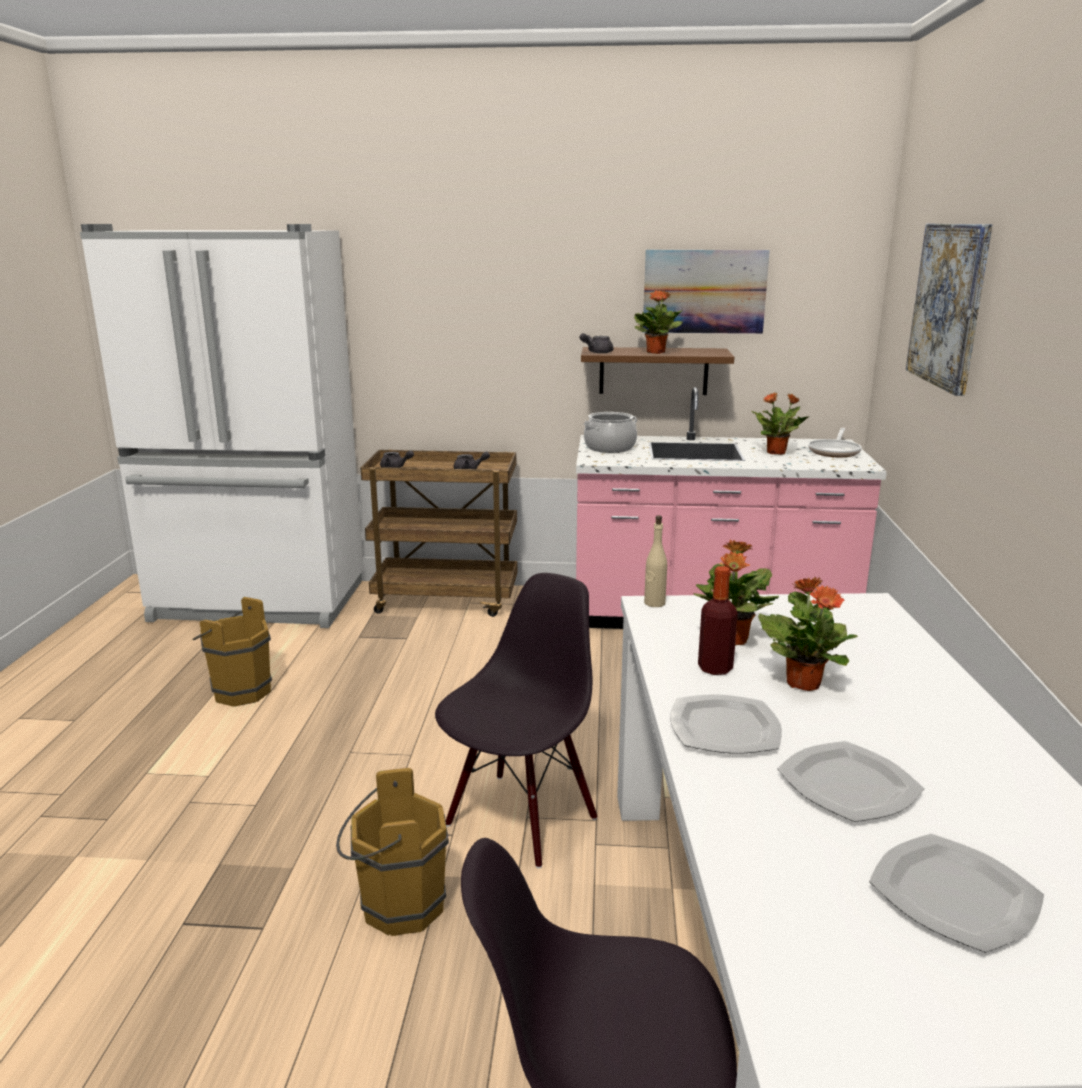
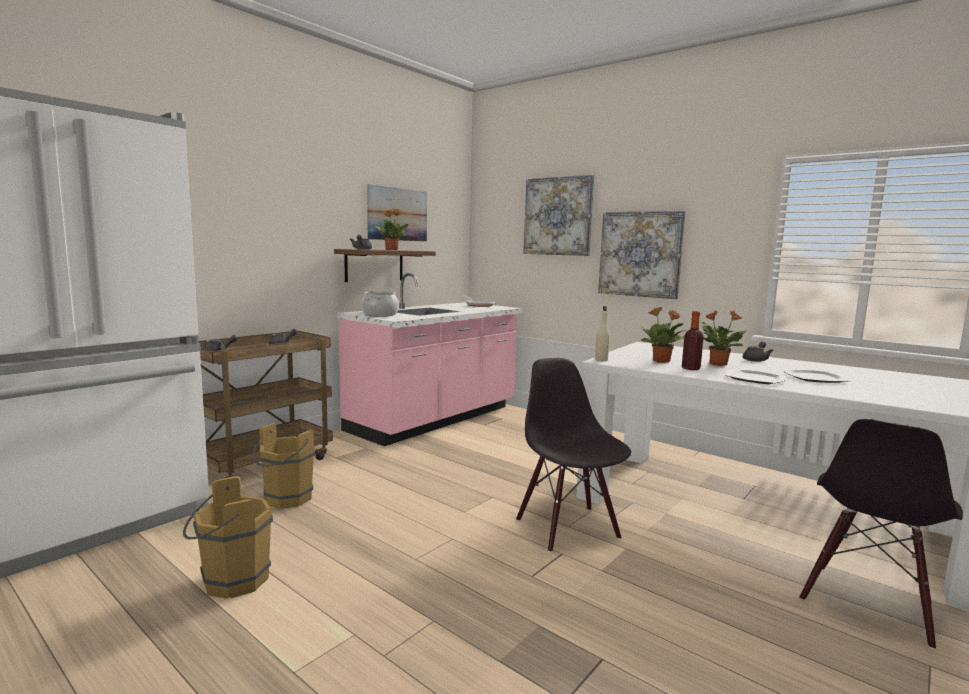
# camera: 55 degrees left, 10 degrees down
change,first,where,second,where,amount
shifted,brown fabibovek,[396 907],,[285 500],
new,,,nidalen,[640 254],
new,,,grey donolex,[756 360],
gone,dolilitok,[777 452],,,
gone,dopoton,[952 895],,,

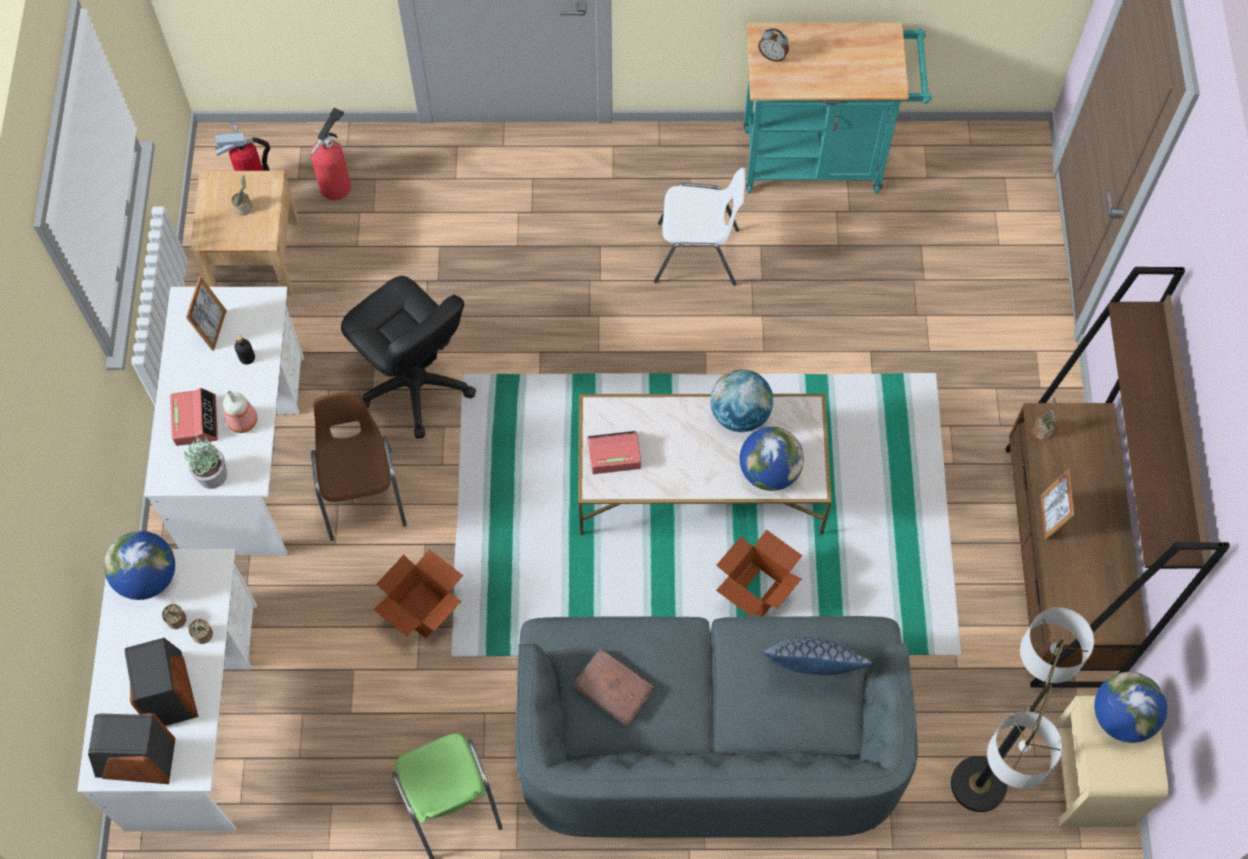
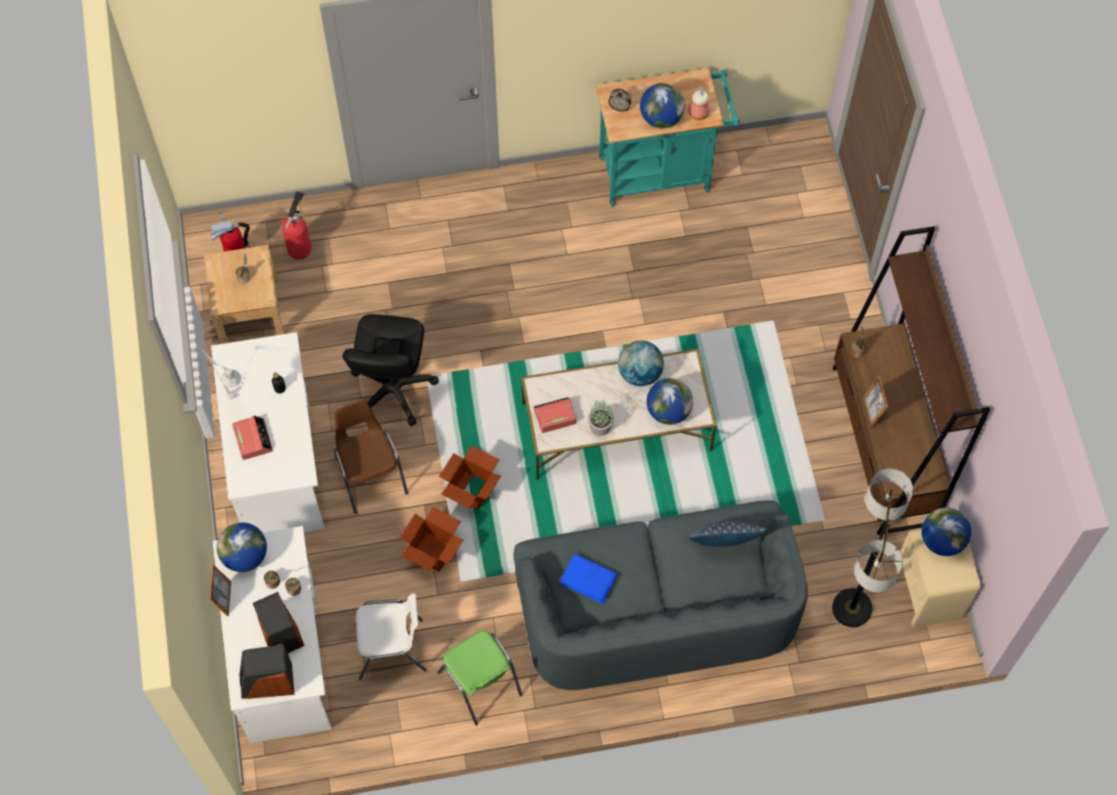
# camera: 10 degrees left, 0 degrees up
change,first,where,second,where,amount
new,,,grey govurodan,[226 392],
shifted,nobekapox,[213 329],,[224 599],
rotated,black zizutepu,[415 385],,[392 389],60 degrees clockwise
shifted,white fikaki,[697 255],,[391 648],
shifted,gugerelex,[756 590],,[472 490],
repainted,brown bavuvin,[614 688],blue bavuvin,[588 580],
shifted,dolilitok,[212 474],,[600 426],
new,,,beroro,[661 118],
shifted,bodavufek,[242 420],,[698 112],

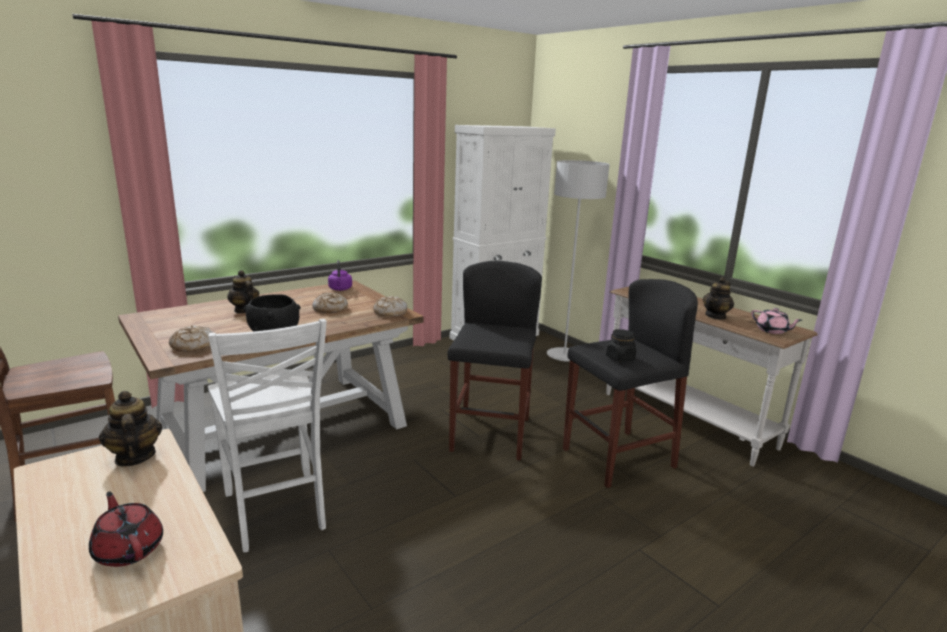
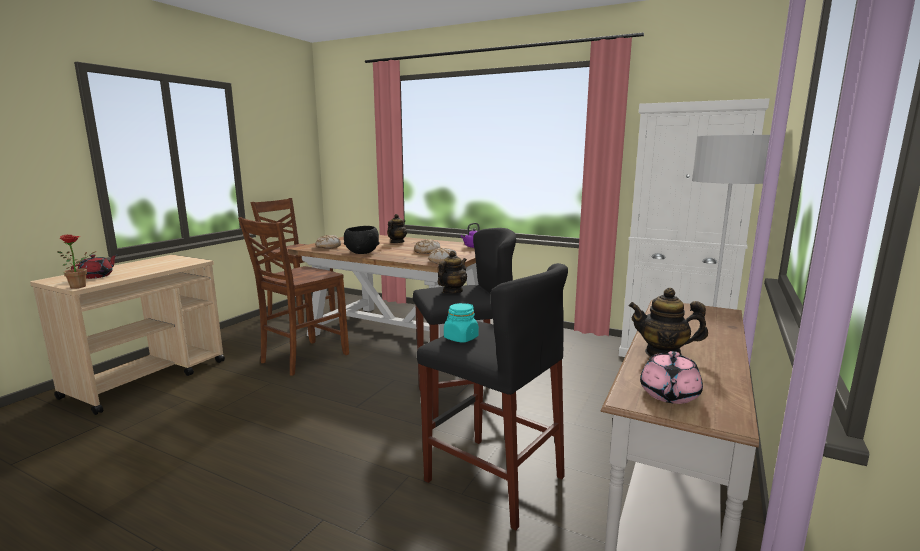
# camera: 65 degrees right, 5 degrees down
change,first,where,second,where,amount
new,,,dolilitok,[82 286],
repainted,white fikaki,[276 512],brown fikaki,[302 358],
shifted,donolex,[134 457],,[452 291],
repainted,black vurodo,[620 358],turquoise vurodo,[461 338],

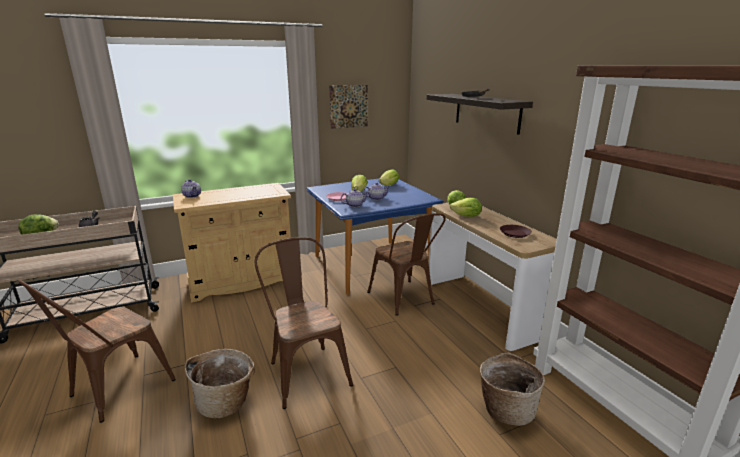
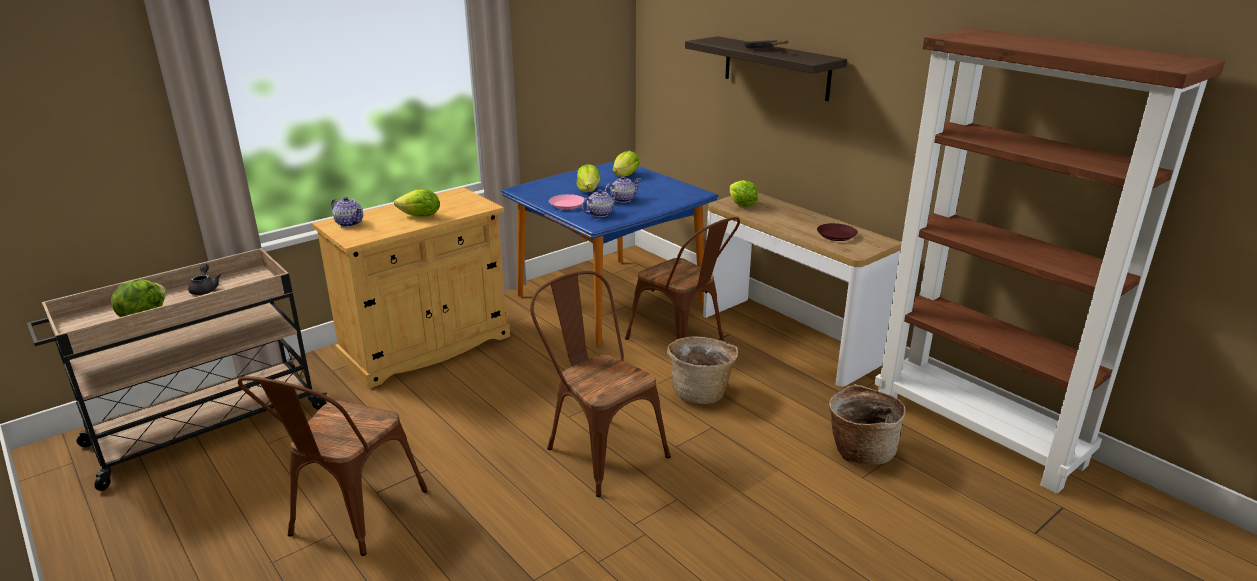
# camera: 15 degrees left, 5 degrees up
change,first,where,second,where,amount
shifted,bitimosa,[466 216],,[420 216],
shifted,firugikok,[226 402],,[701 392],
gone,nidalen,[349 106],,,

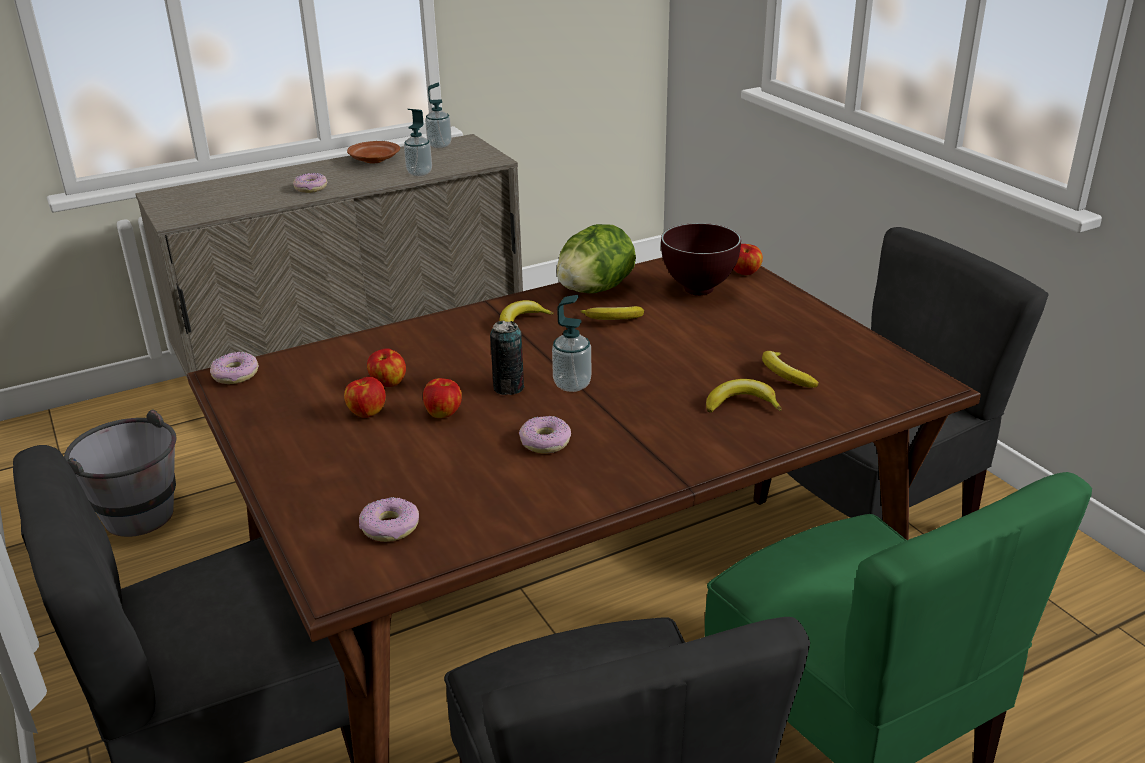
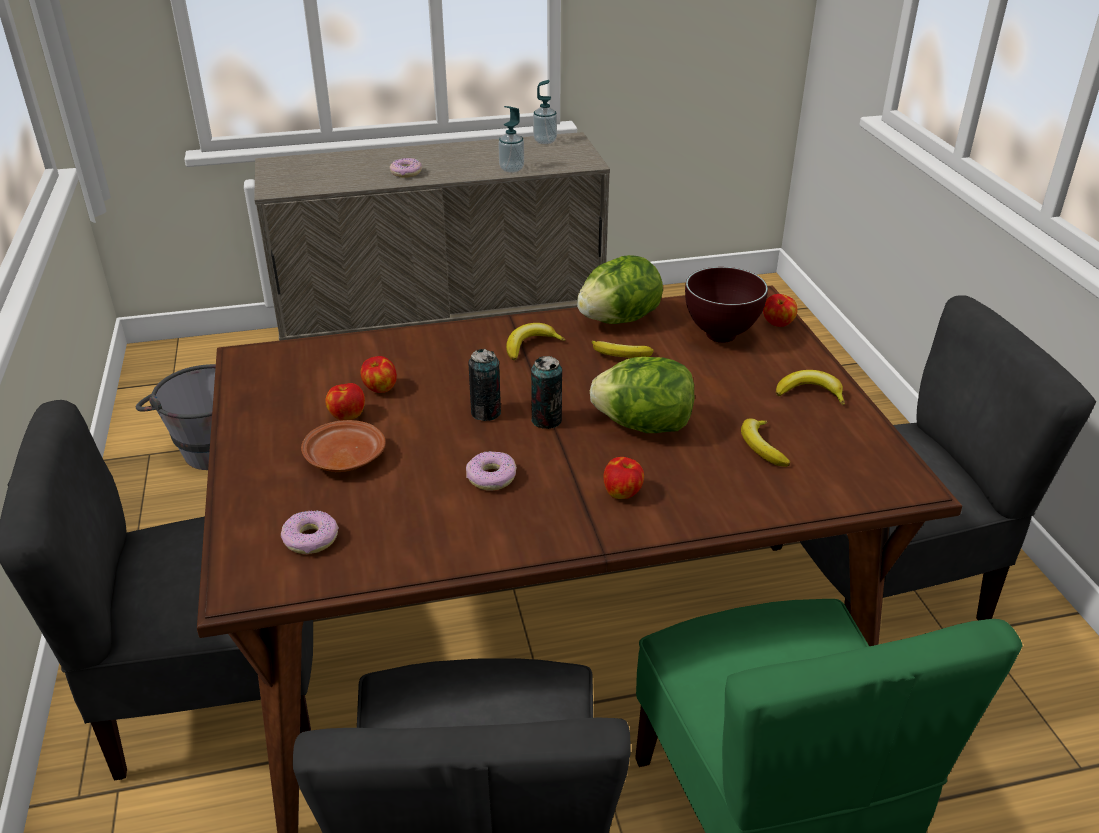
# camera: 15 degrees right, 5 degrees up
change,first,where,second,where,amount
shifted,brown dopoton,[373 160],,[344 458],
swapped,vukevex,[572 385],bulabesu,[546 420],
new,,,bitimosa,[644 426],
shifted,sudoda,[444 414],,[622 493],
shifted,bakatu,[741 404],,[810 393],
gone,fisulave,[236 375],,,

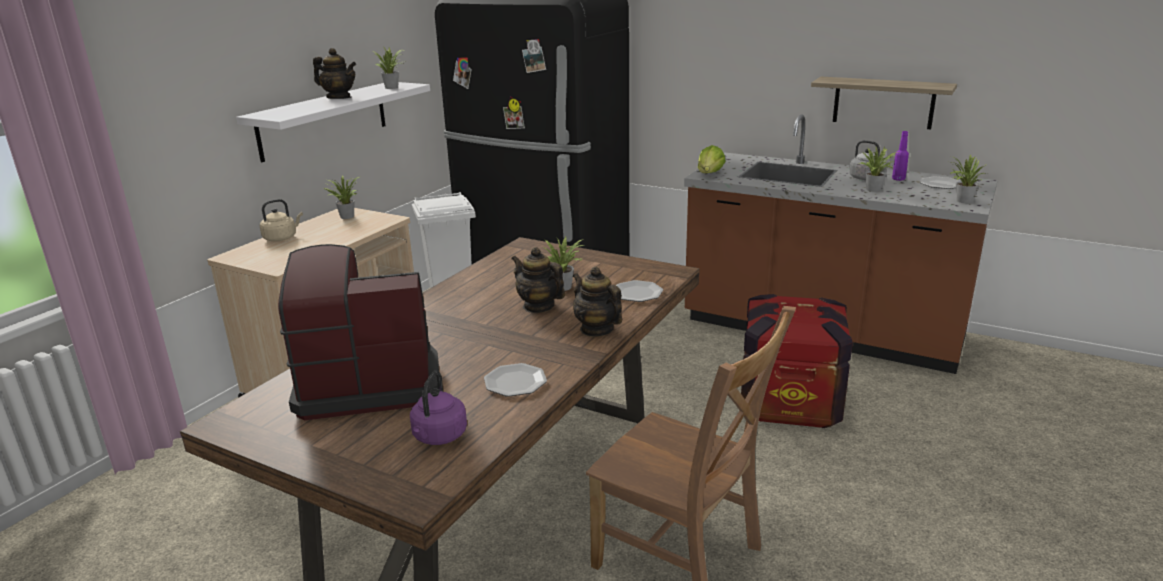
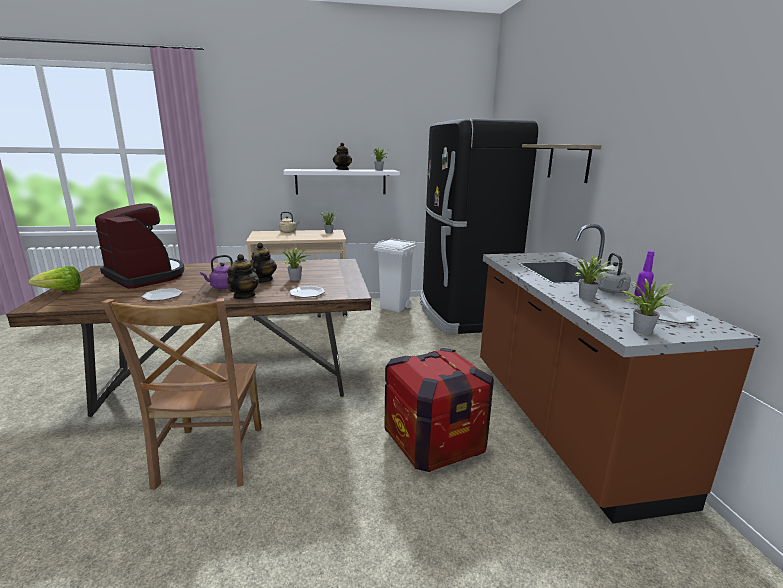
# camera: 50 degrees right, 5 degrees down
change,first,where,second,where,amount
shifted,bitimosa,[709 175],,[62 291],
shifted,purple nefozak,[438 437],,[223 287],
shifted,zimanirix,[883 102],,[568 162],

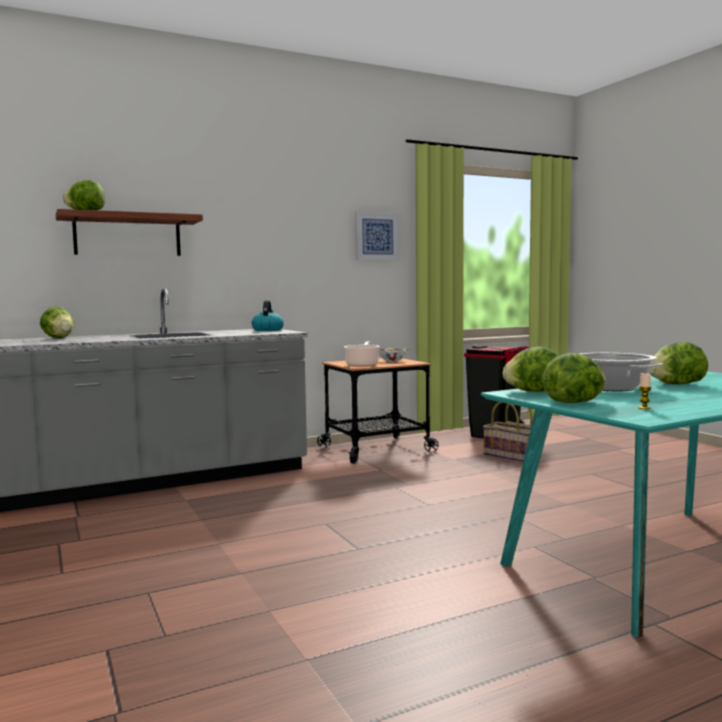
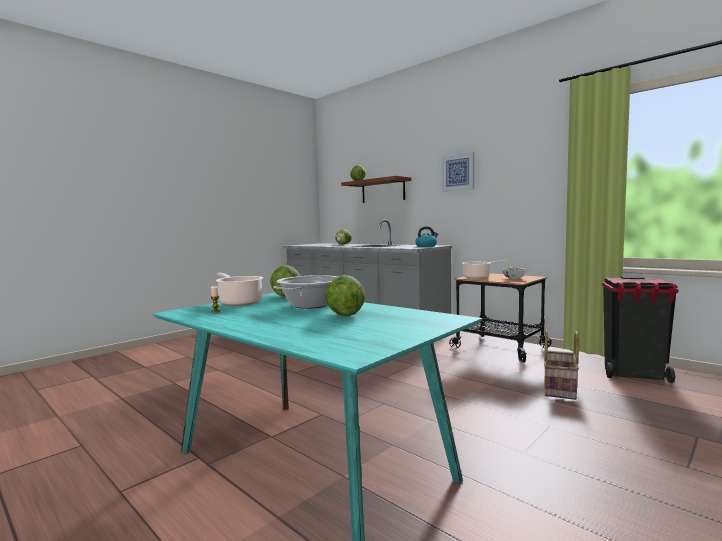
# camera: 70 degrees right, 0 degrees up
change,first,where,second,where,amount
swapped,bitimosa,[575 402],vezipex,[239 302],
shifted,nidalen,[376 236],,[458 172],

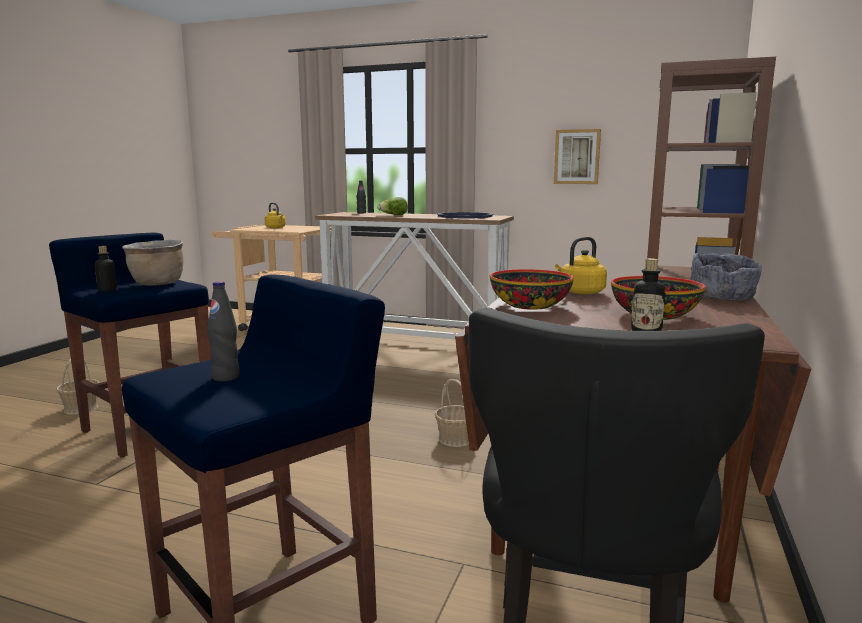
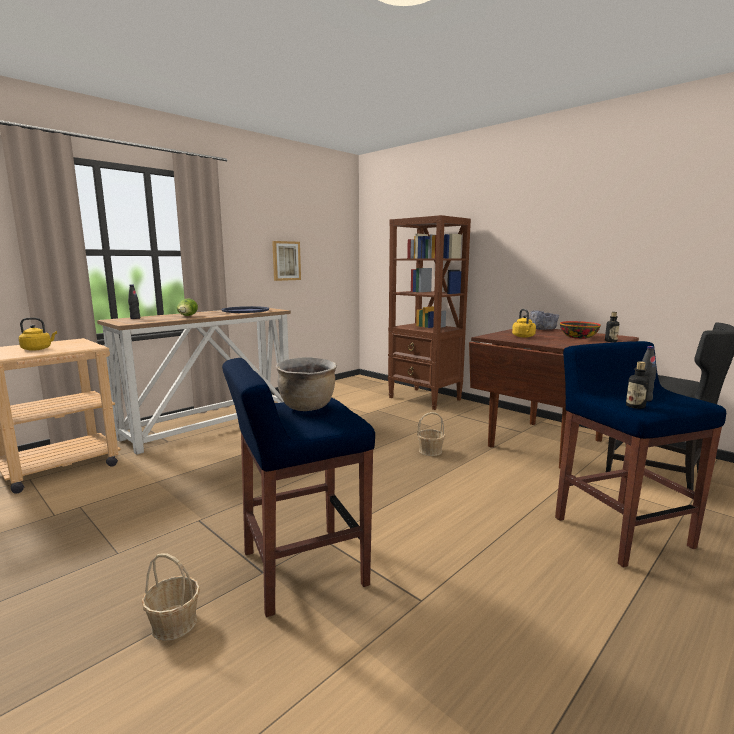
# camera: 65 degrees left, 0 degrees up
change,first,where,second,where,amount
shifted,bodavufek,[107 290],,[635 406],
gone,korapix,[530 305],,,

